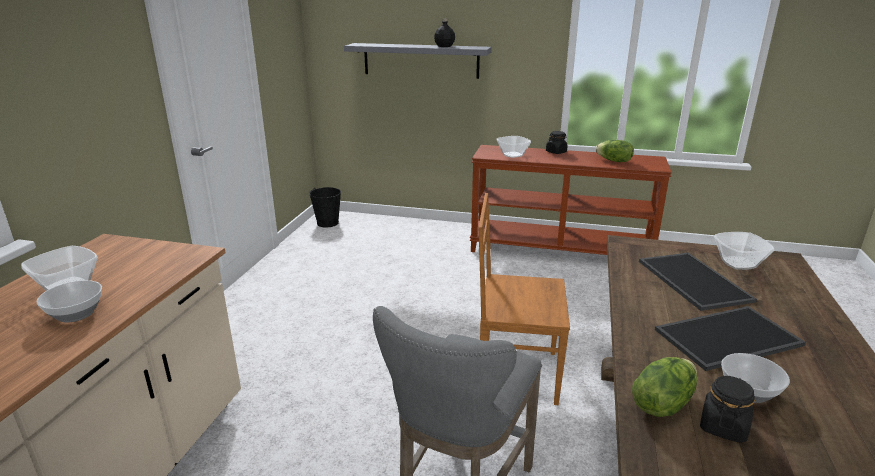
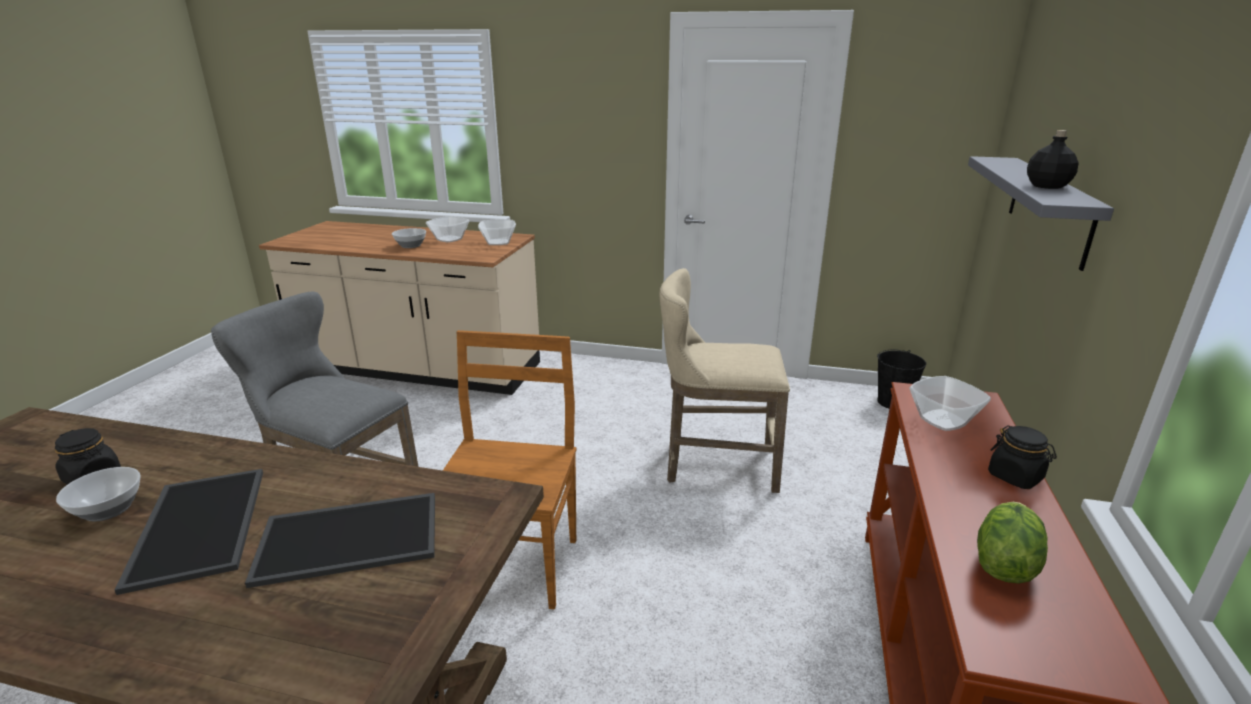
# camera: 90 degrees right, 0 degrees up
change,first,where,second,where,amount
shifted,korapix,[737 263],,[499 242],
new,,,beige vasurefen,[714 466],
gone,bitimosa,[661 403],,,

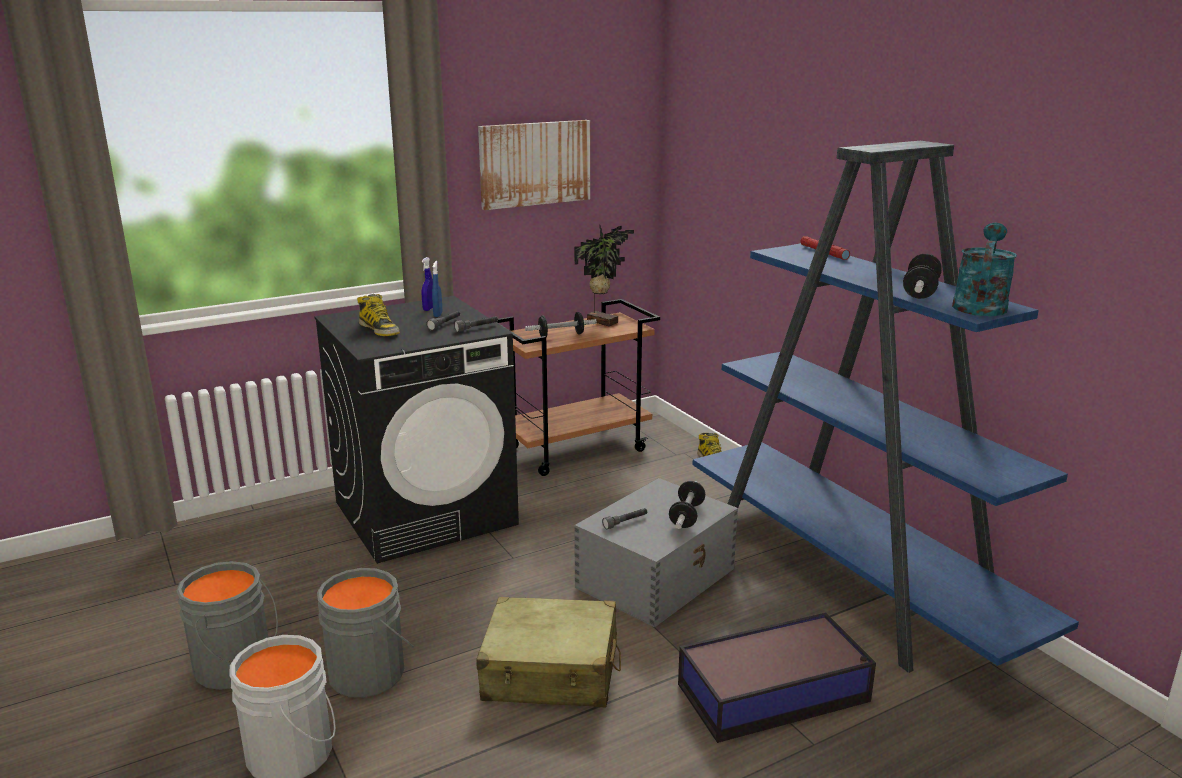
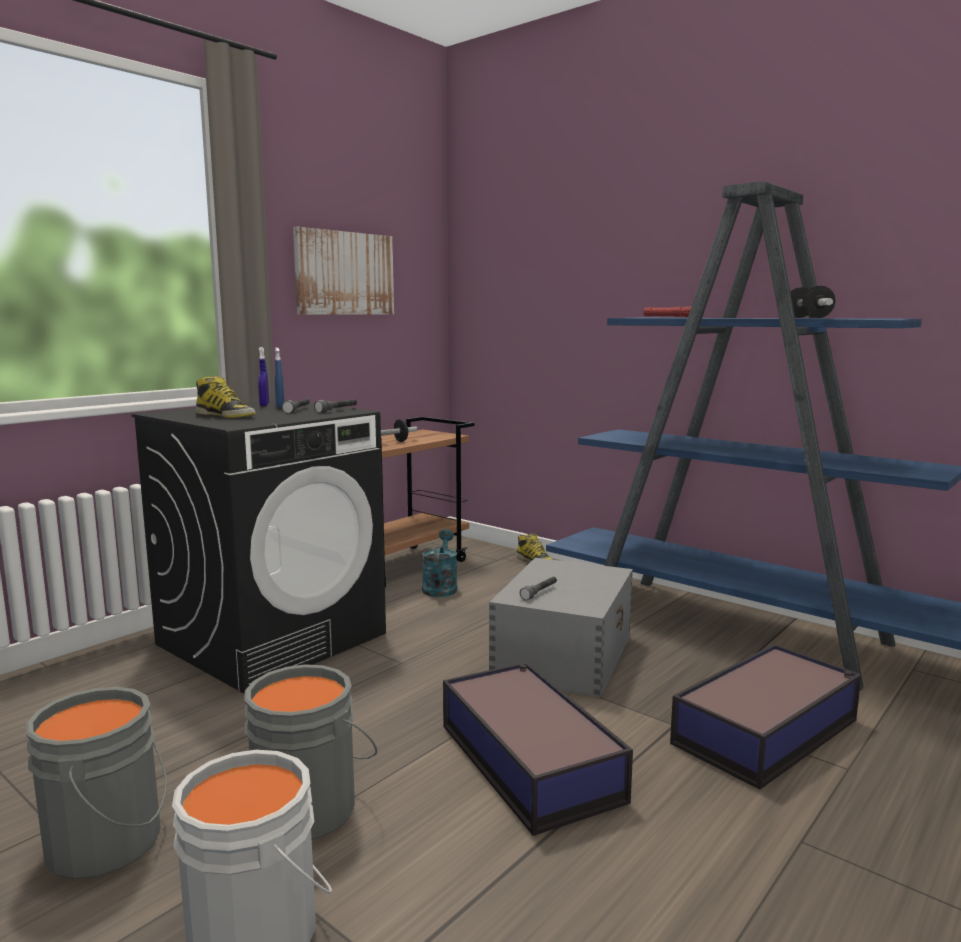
# camera: 20 degrees left, 10 degrees down
change,first,where,second,where,amount
shifted,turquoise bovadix,[980 305],,[440 587],
swapped,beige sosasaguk,[551 671],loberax,[528 760],
gone,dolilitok,[603 321],,,
gone,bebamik,[686 516],,,

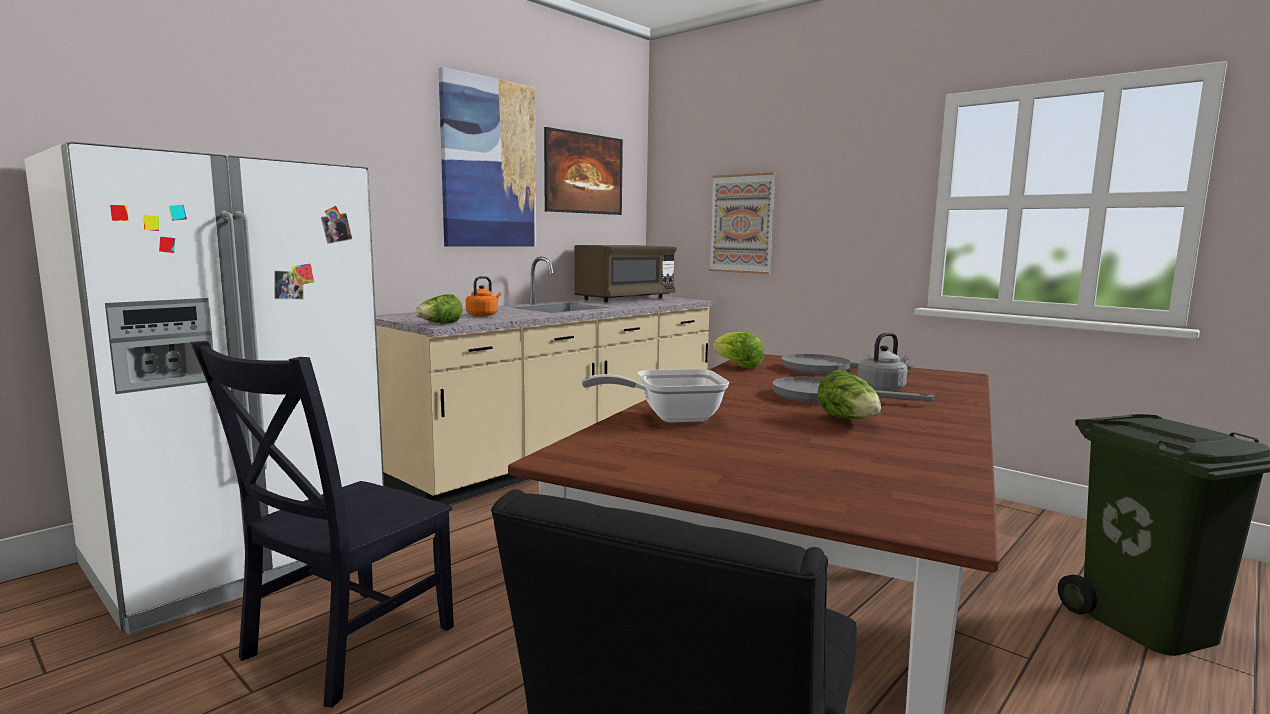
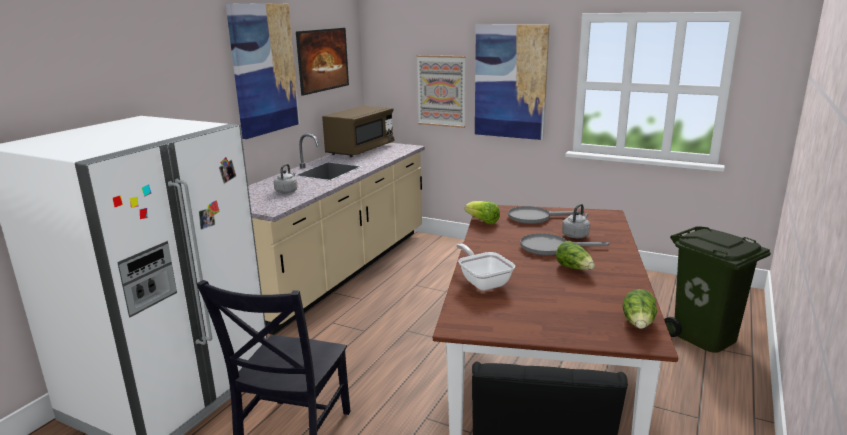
# camera: 15 degrees left, 10 degrees up
change,first,where,second,where,amount
repainted,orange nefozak,[483 315],grey nefozak,[287 191],
rotated,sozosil,[669 417],,[483 282],90 degrees clockwise
new,,,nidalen,[510 82],
shifted,bitimosa,[439 324],,[639 324],

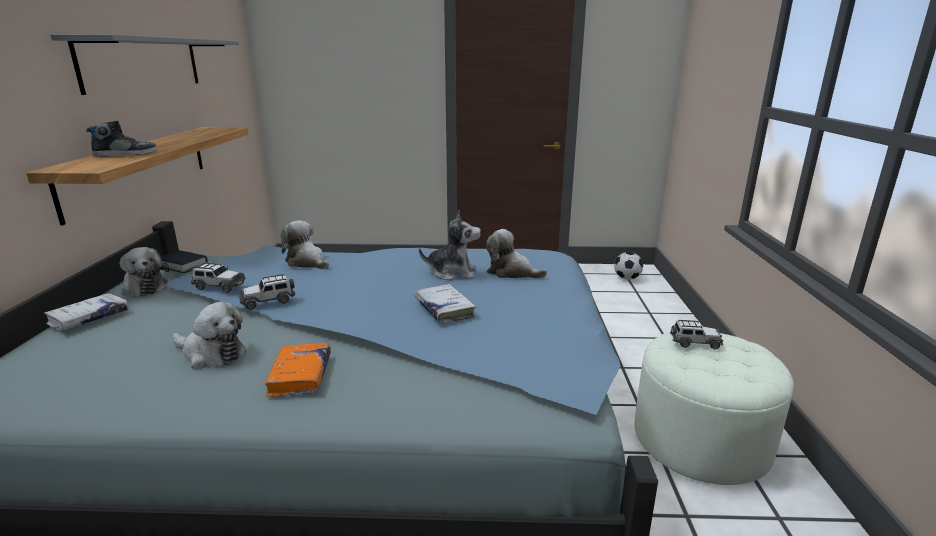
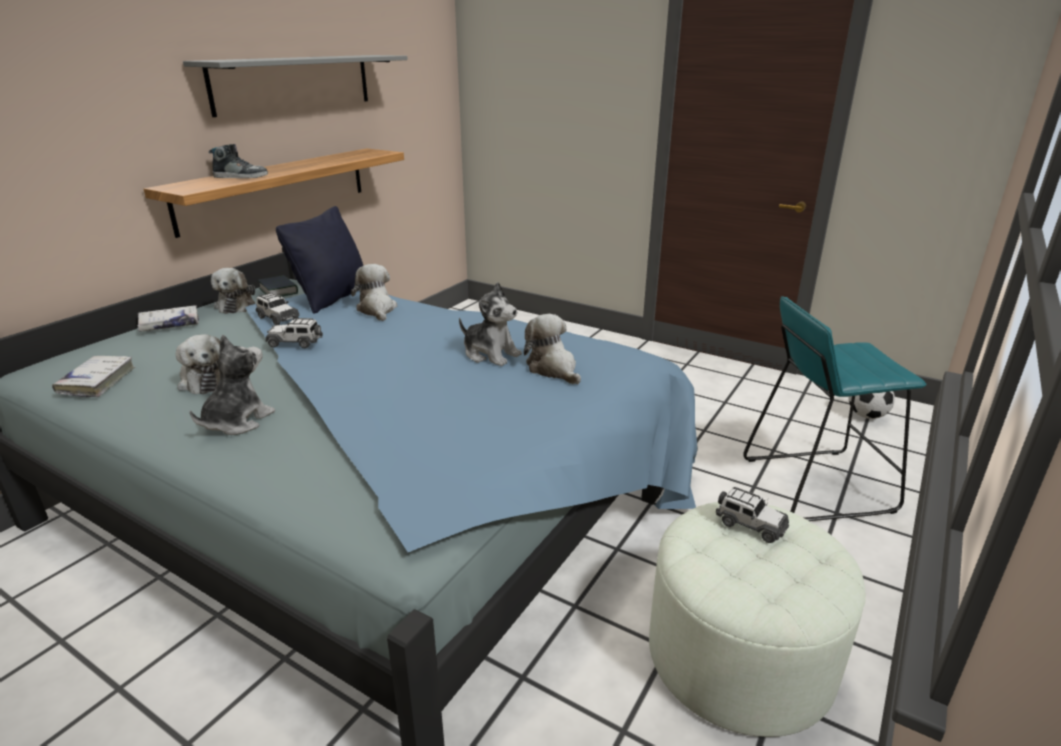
# camera: 30 degrees right, 5 degrees up
change,first,where,second,where,amount
shifted,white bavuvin,[444 309],,[97 382],
swapped,orange bavuvin,[300 375],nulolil,[237 421],
new,,,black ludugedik,[332 297],
new,,,turquoise vasurefen,[816 484],

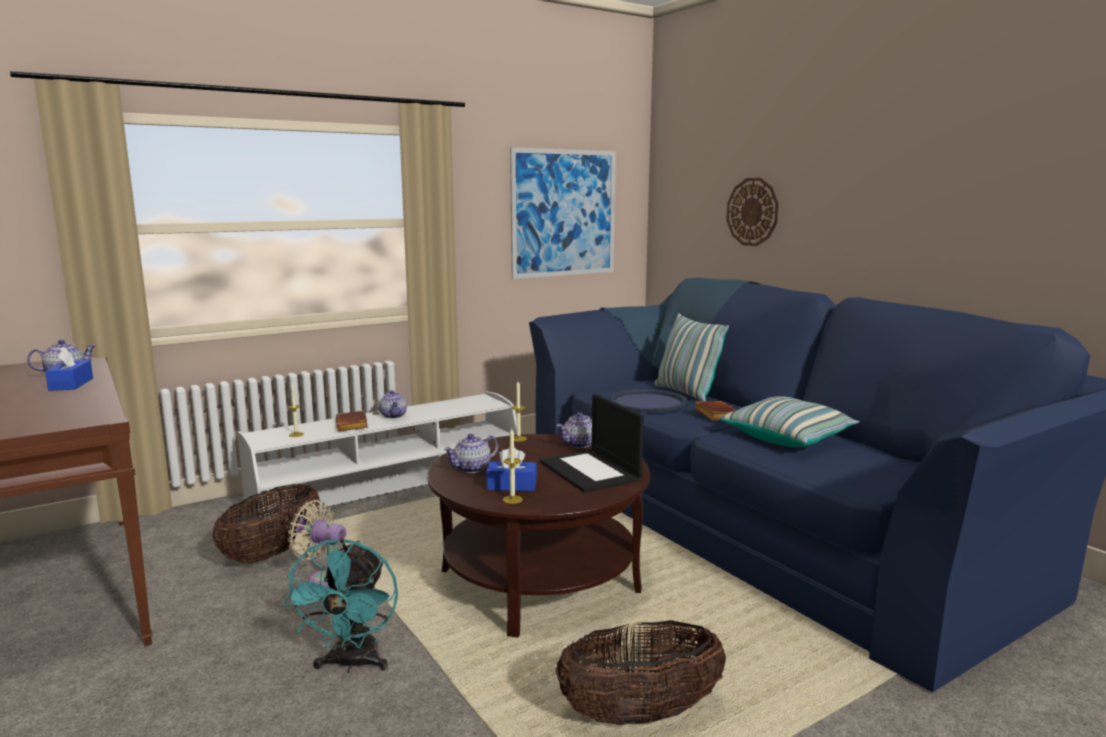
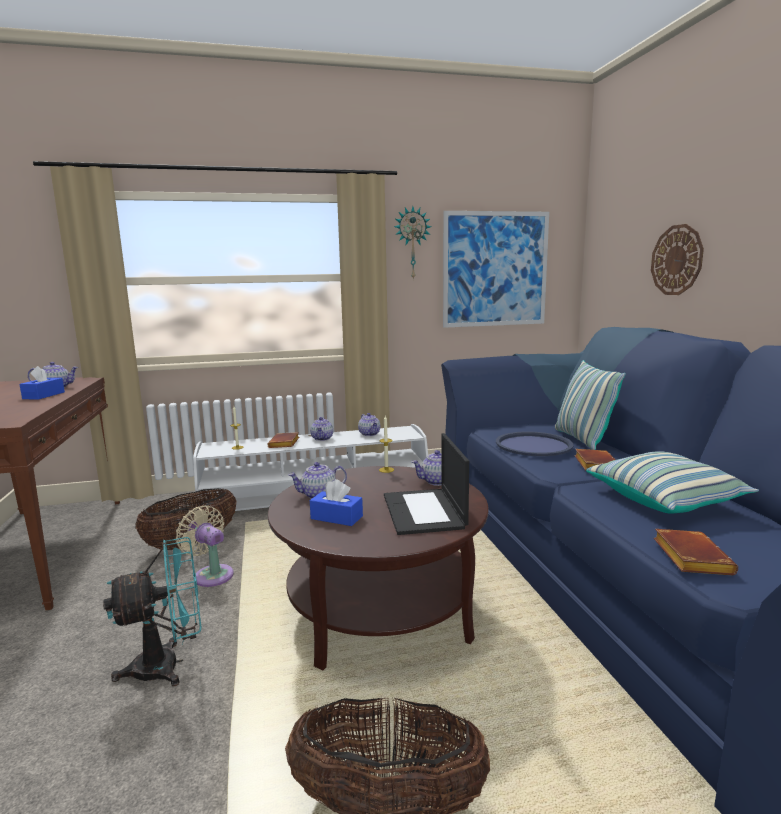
# camera: 20 degrees right, 0 degrees up
change,first,where,second,where,amount
rotated,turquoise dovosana,[352 664],,[169 665],135 degrees counterclockwise
new,,,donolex,[369 434],
new,,,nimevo,[412 243],
new,,,brown bavuvin,[688 557],
gone,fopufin,[512 499],,,

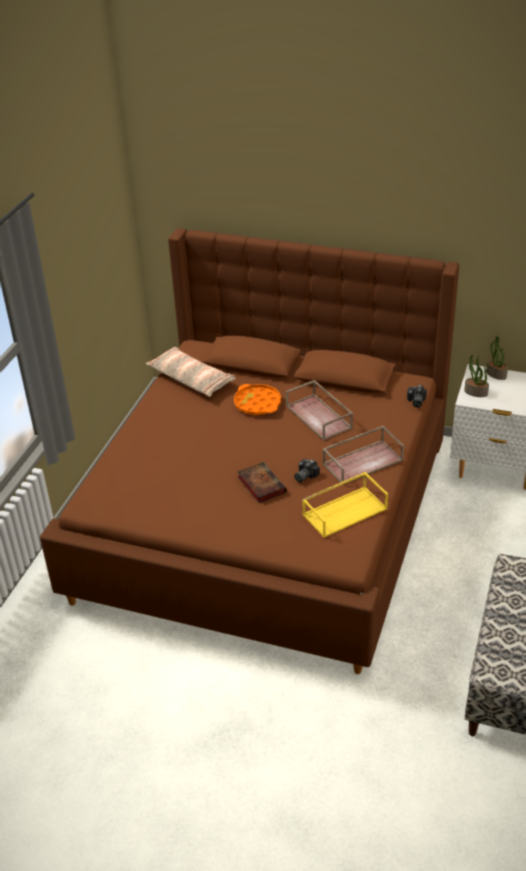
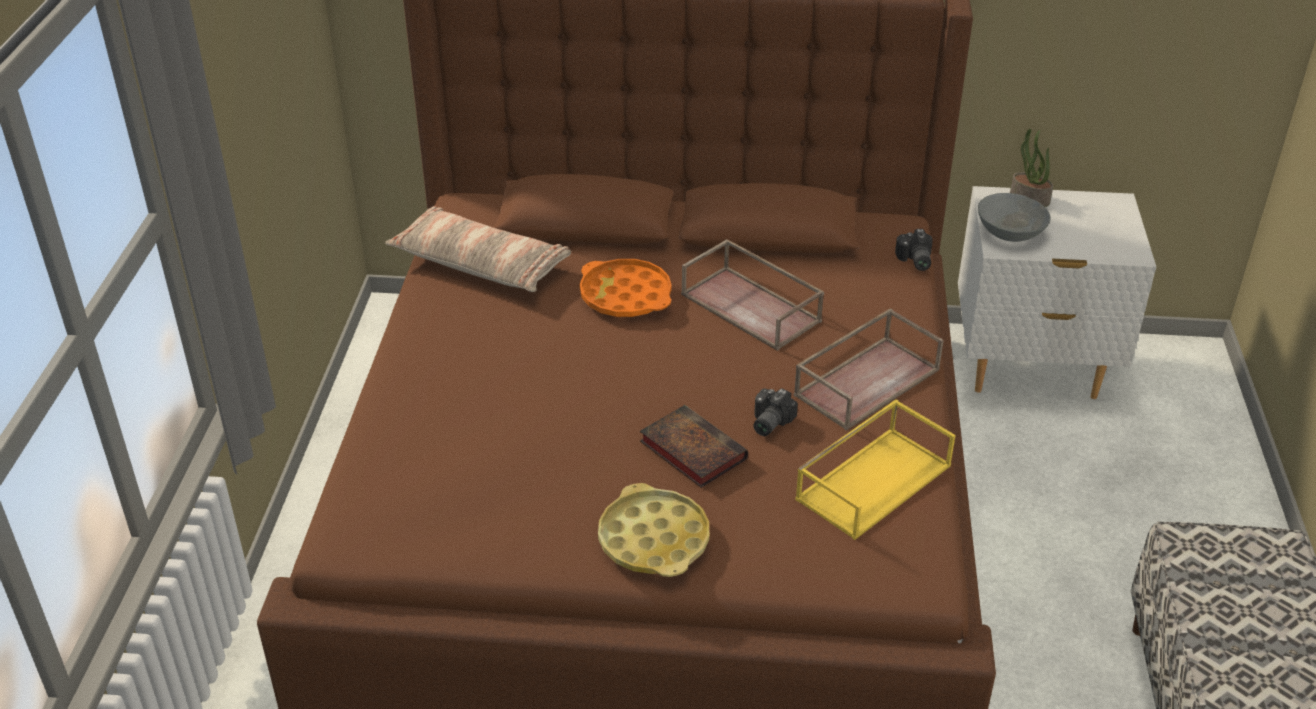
# camera: 15 degrees left, 0 degrees up
change,first,where,second,where,amount
new,,,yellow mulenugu,[654 539],
swapped,dolilitok,[475 392],grey korapix,[1009 233],

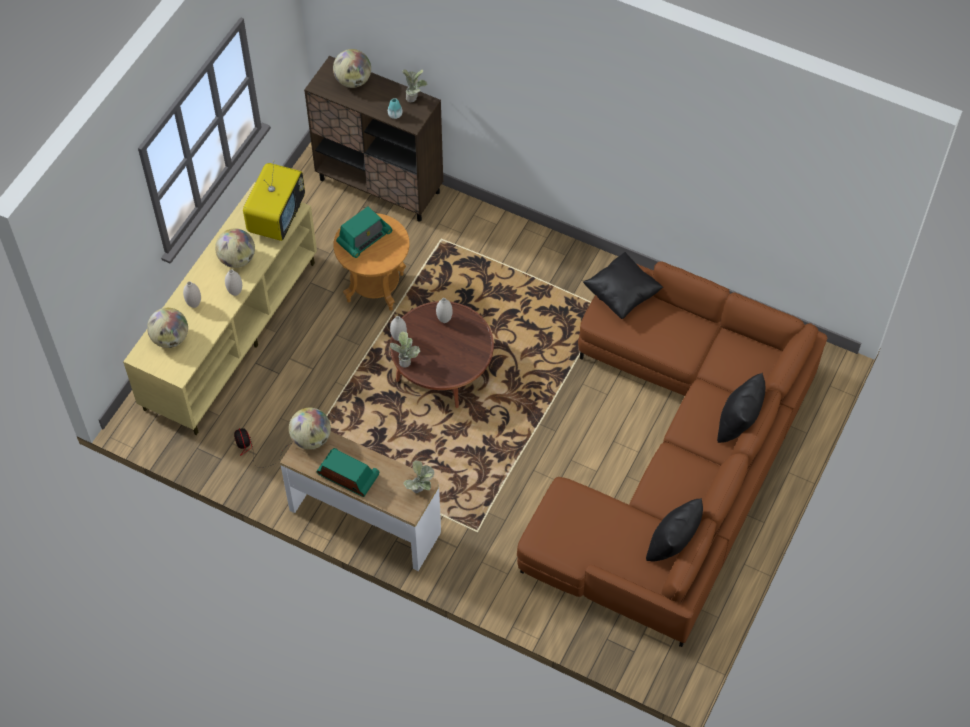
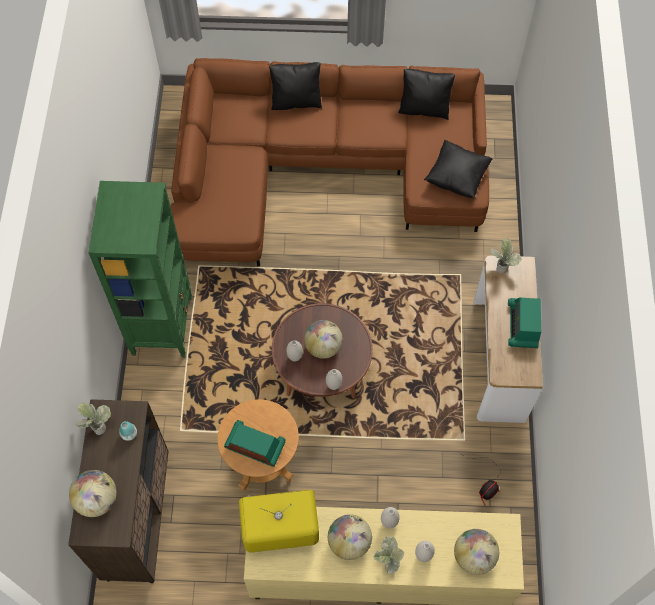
# camera: 115 degrees left, 5 degrees up
change,first,where,second,where,amount
new,,,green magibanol,[162 325],
shifted,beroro,[311 439],,[323 347],
shifted,dolilitok,[405 360],,[388 561],
shifted,black ludugedik,[622 294],,[456 178],

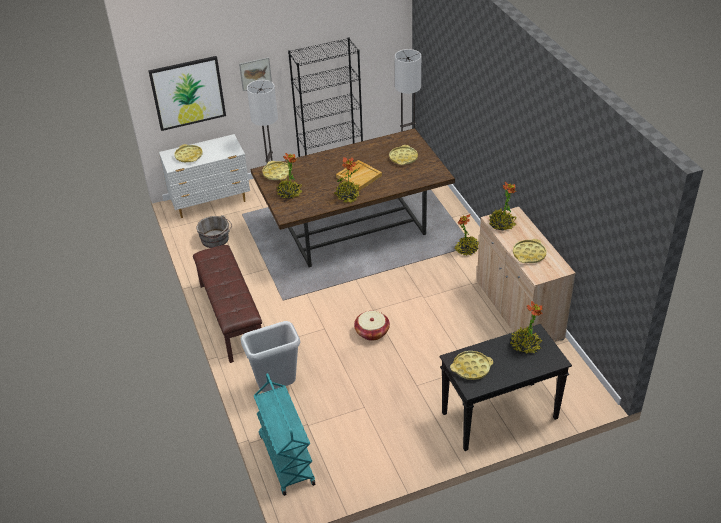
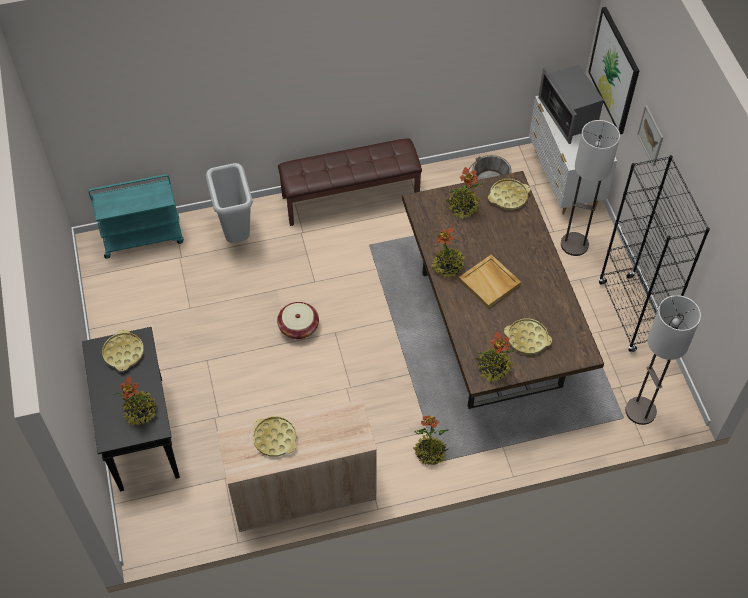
# camera: 95 degrees right, 15 degrees up
change,first,where,second,where,amount
shifted,dolilitok,[501 225],,[493 368],
swapped,yellow mulenugu,[189 156],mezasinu,[568 115],

